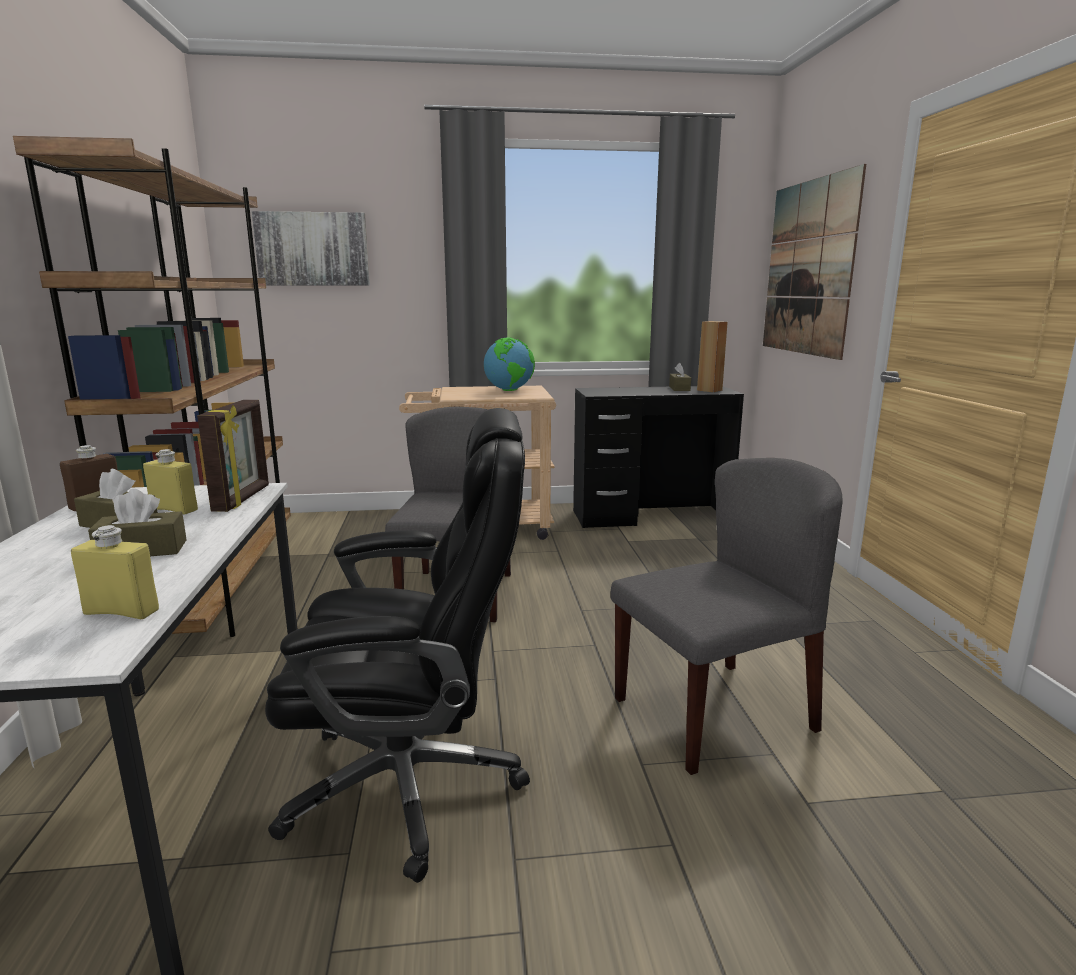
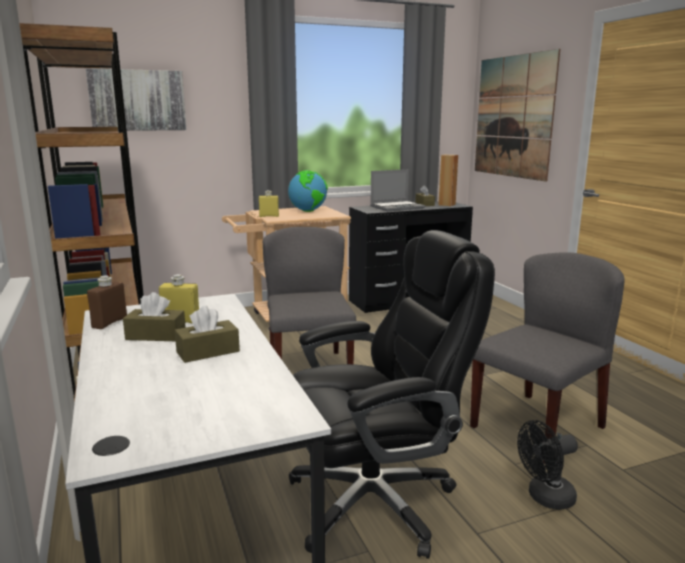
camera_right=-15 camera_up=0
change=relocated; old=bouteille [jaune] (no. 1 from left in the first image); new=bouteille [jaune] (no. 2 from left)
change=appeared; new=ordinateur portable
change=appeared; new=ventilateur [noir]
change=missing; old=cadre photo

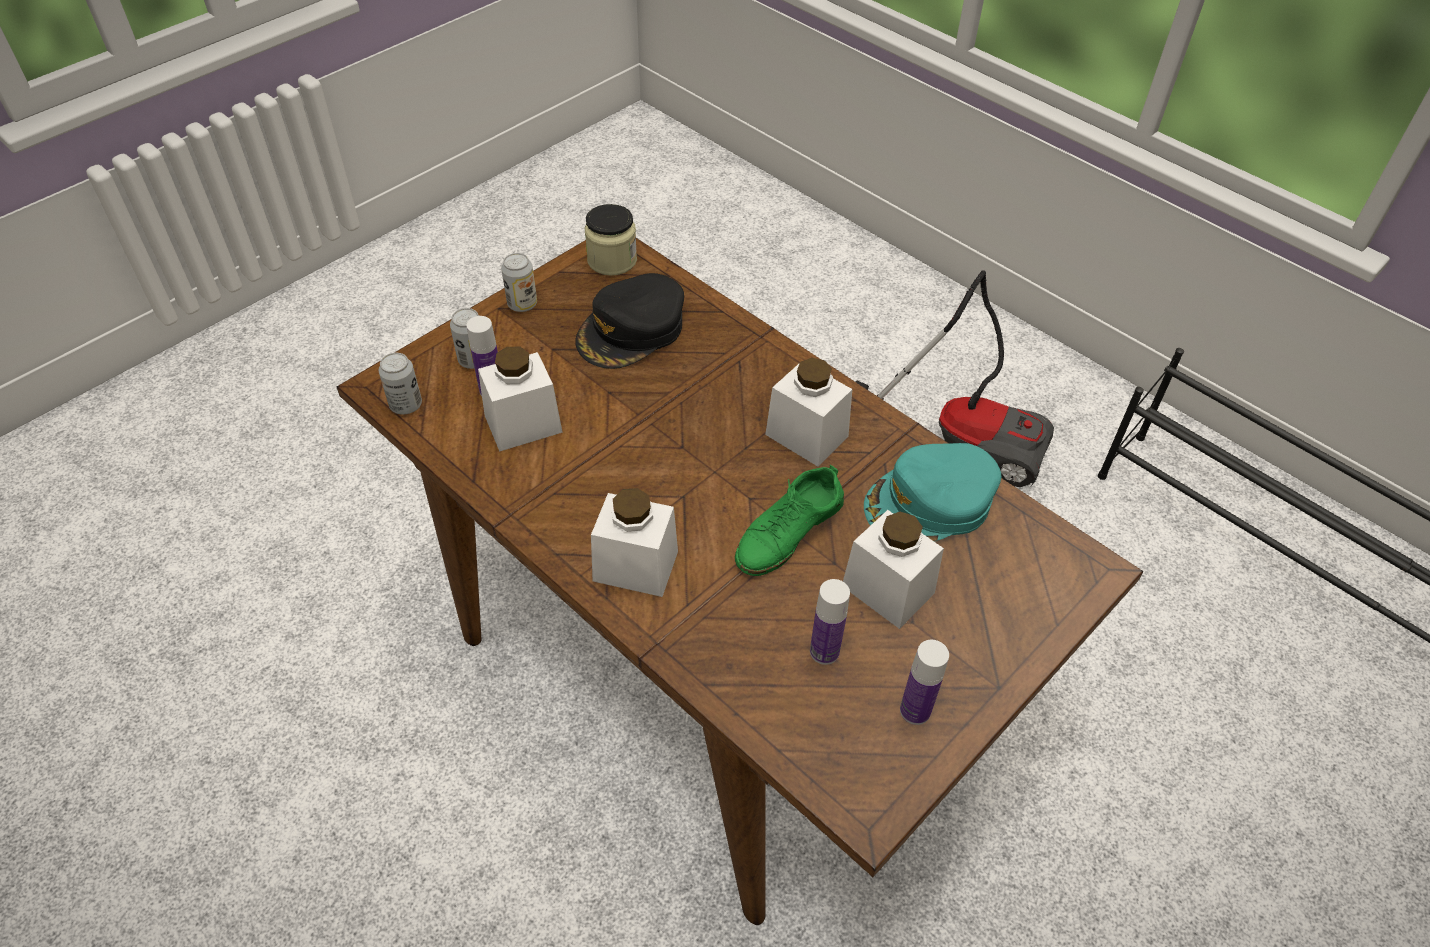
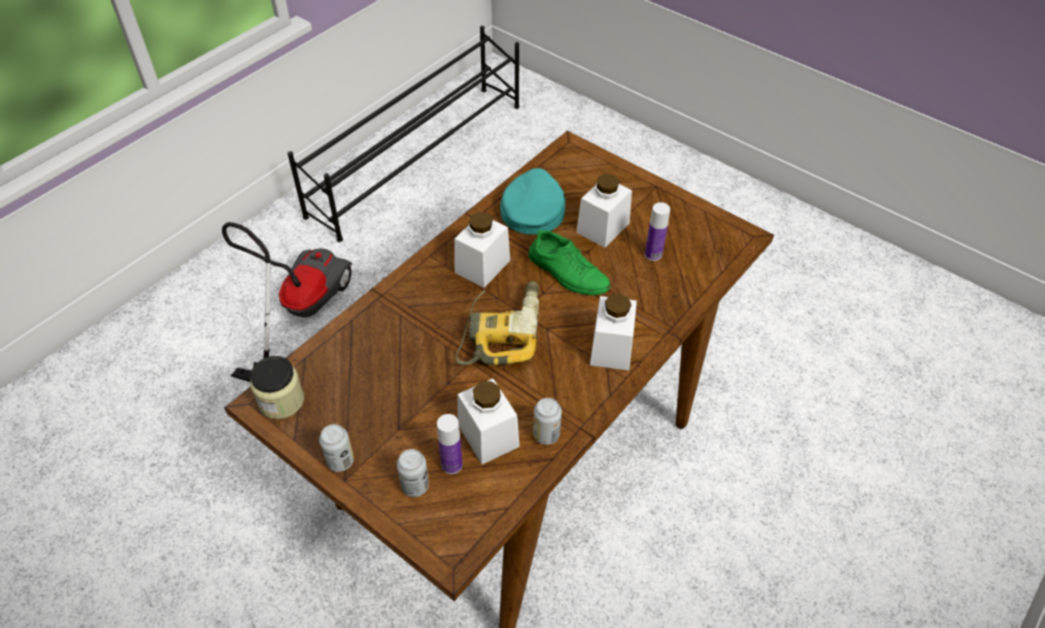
camera_right=-95 camera_up=0
change=appeared; new=perceuse
change=spun; old=casquette [turquoise]; degrees=-135
change=relocated; old=boîte métallique (no. 1 from left in the first image); new=boîte métallique (no. 3 from left)
change=missing; old=casquette [noir]
change=missing; old=bouteille (no. 3 from left)

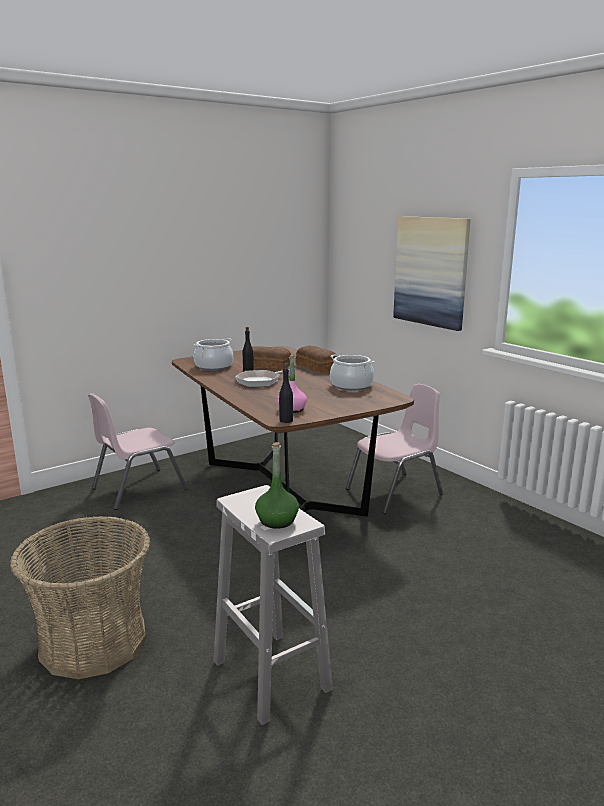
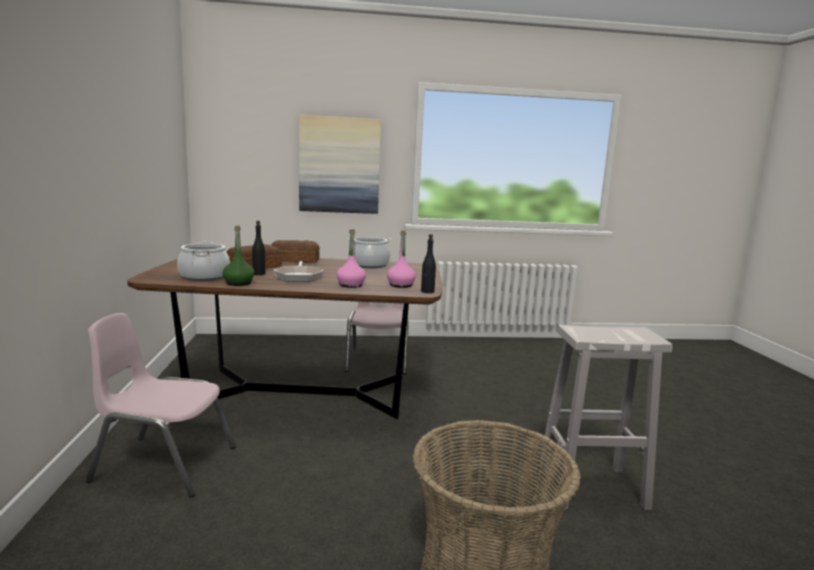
camera_right=-60 camera_up=-5
change=spun; old=chaise [rose] (no. 1 from left); degrees=105
change=relocated; old=bouteille [vert]
change=appeared; new=bouteille [rose] (no. 1 from left)

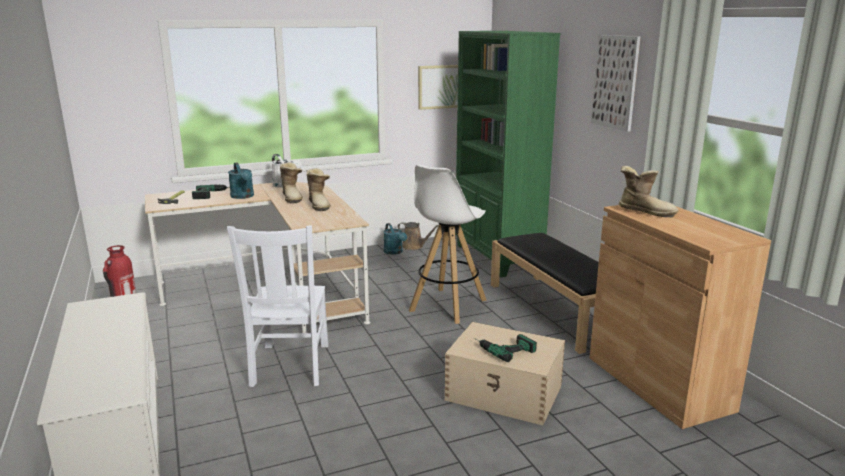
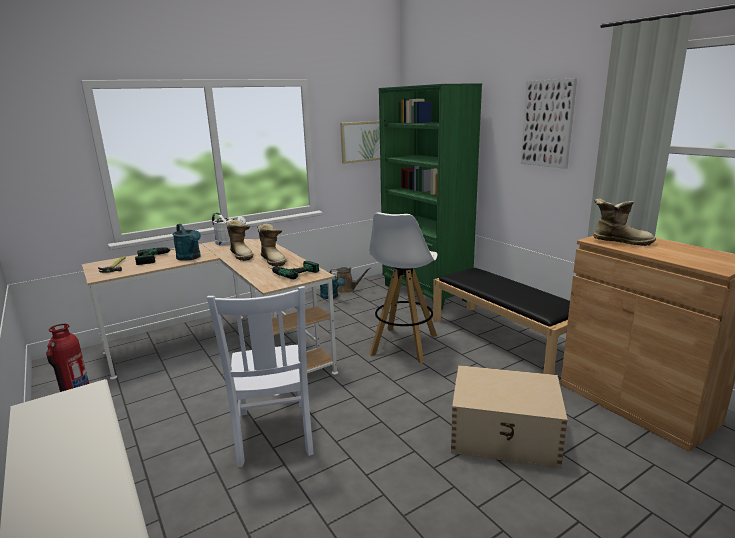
camera_right=-10 camera_up=0
change=relocated; old=perceuse (no. 2 from left)

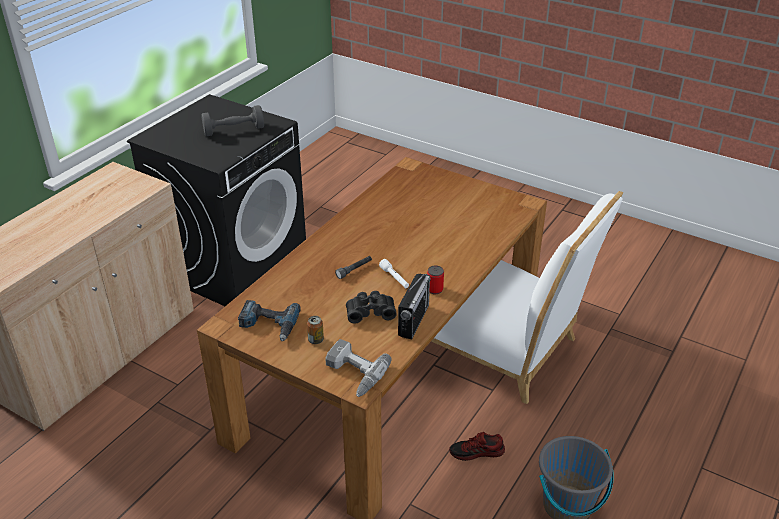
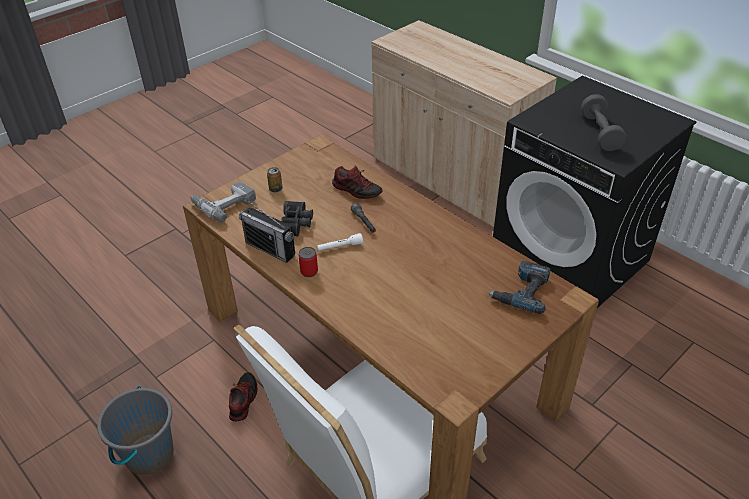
camera_right=105 camera_up=5
change=appeared; new=chaussure (no. 2 from left)
change=relocated; old=perceuse (no. 1 from left in the first image); new=perceuse (no. 2 from left)

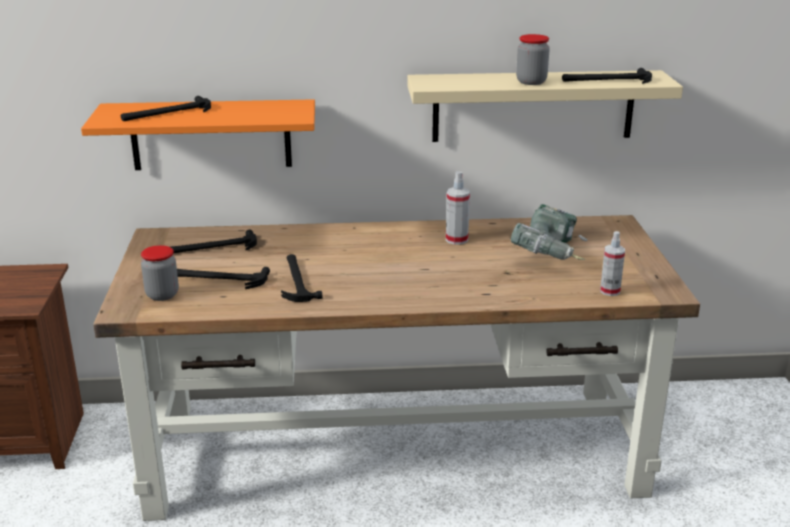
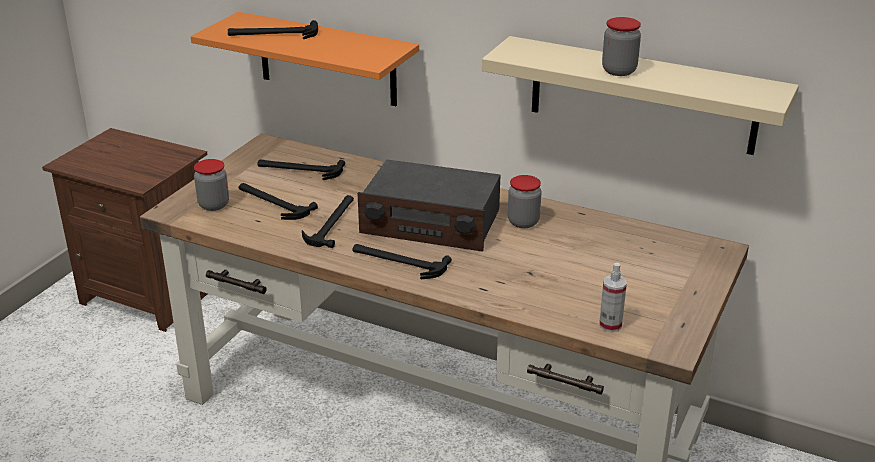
camera_right=30 camera_up=5
change=relocated; old=marteau (no. 5 from left)
change=appeared; new=radio
change=exchanged; old=vaporisateur (no. 1 from left); new=bocal (no. 2 from left)
change=missing; old=perceuse

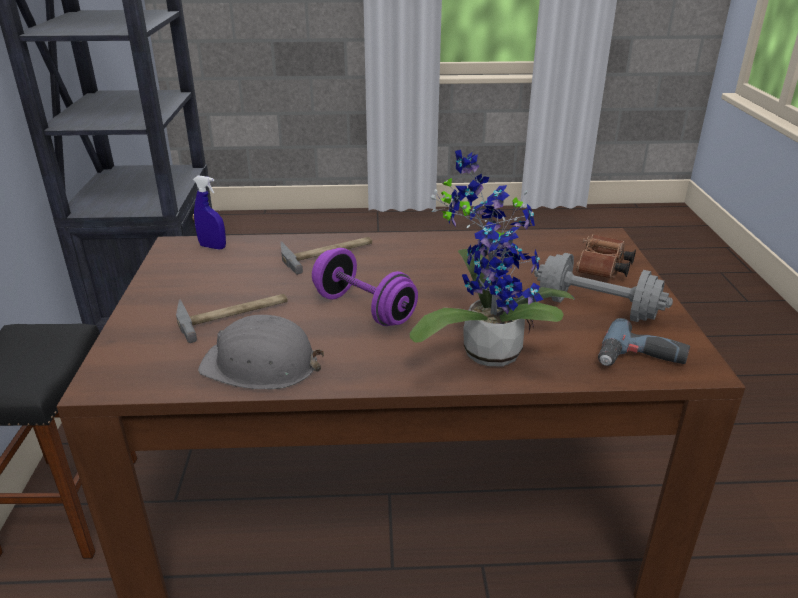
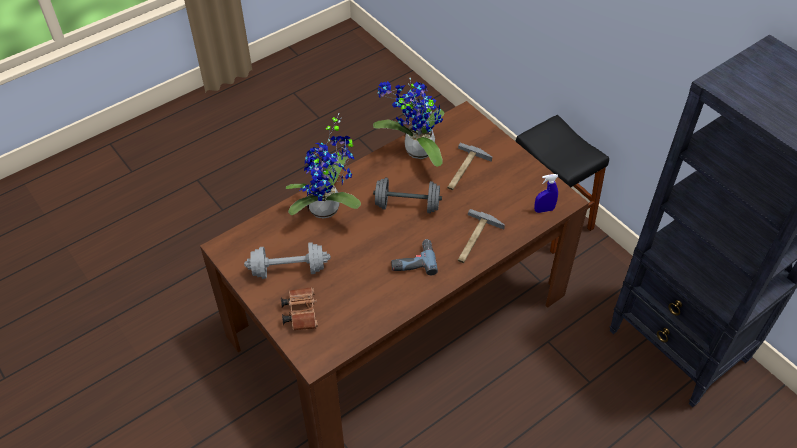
camera_right=145 camera_up=20
change=exchanged; old=casque de chantier [gris]; new=plante en pot (no. 2 from left)
change=colour; old=haltère [violet]; new=haltère [gris] (no. 2 from left)
change=relocated; old=perceuse

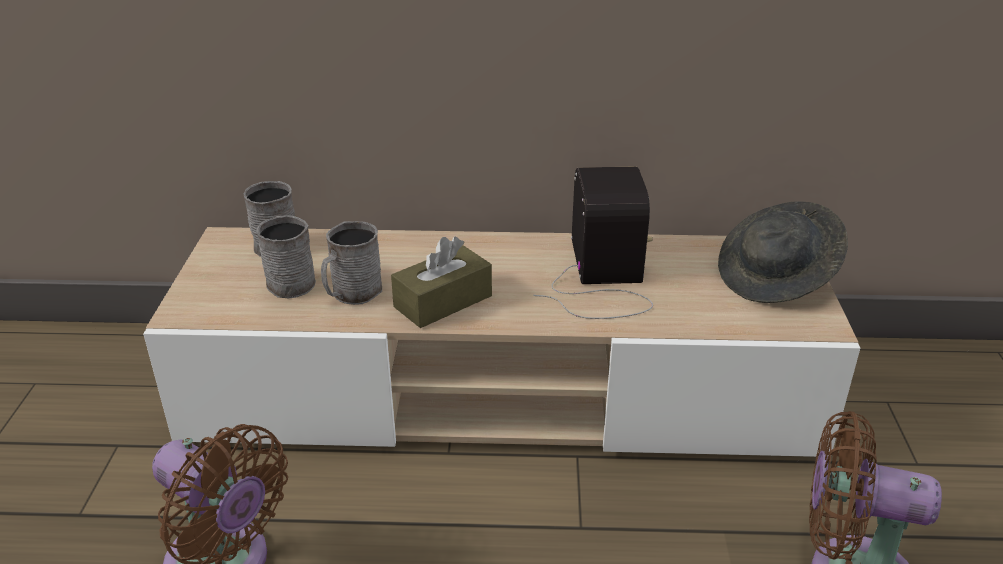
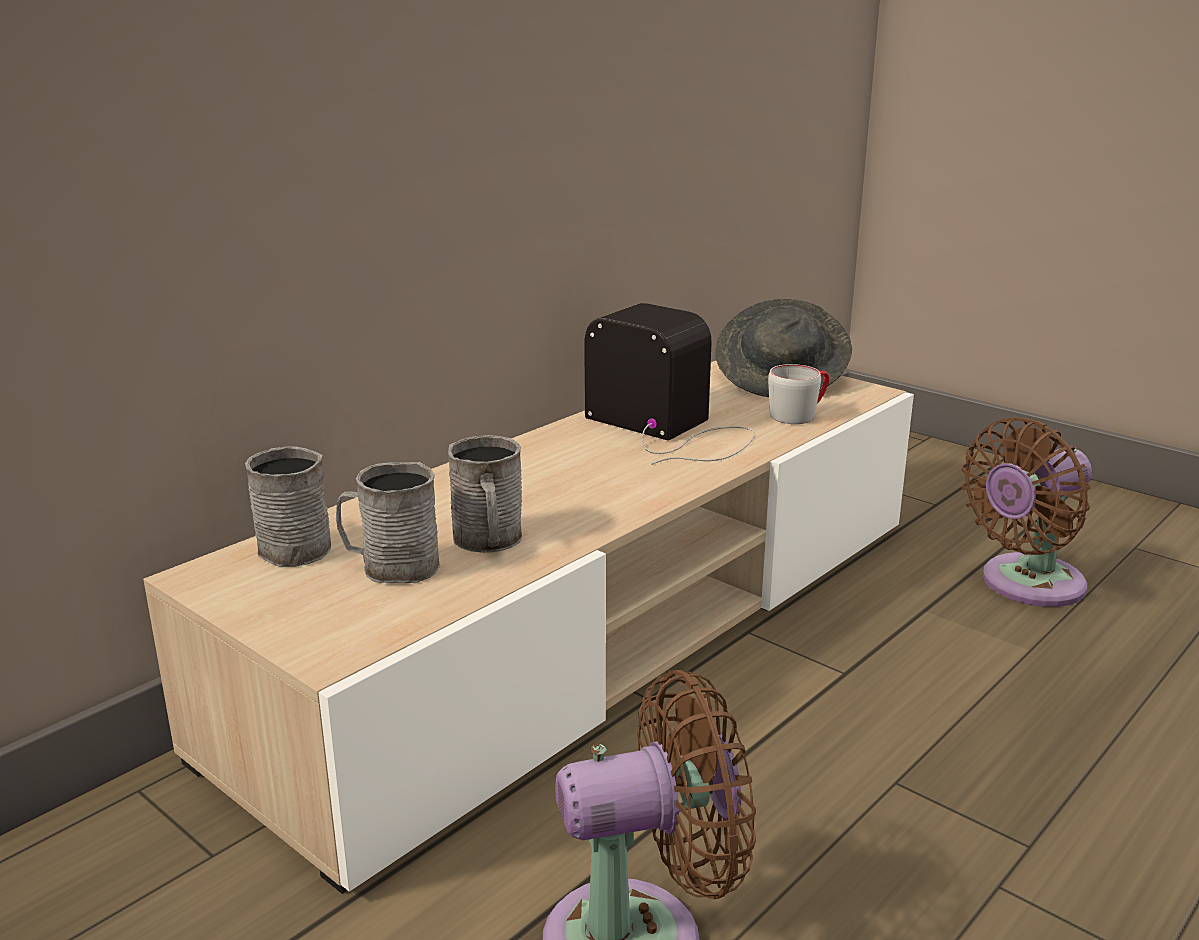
camera_right=-50 camera_up=-10
change=appeared; new=mug [gris] (no. 4 from left)
change=missing; old=boîte à mouchoirs [marron]

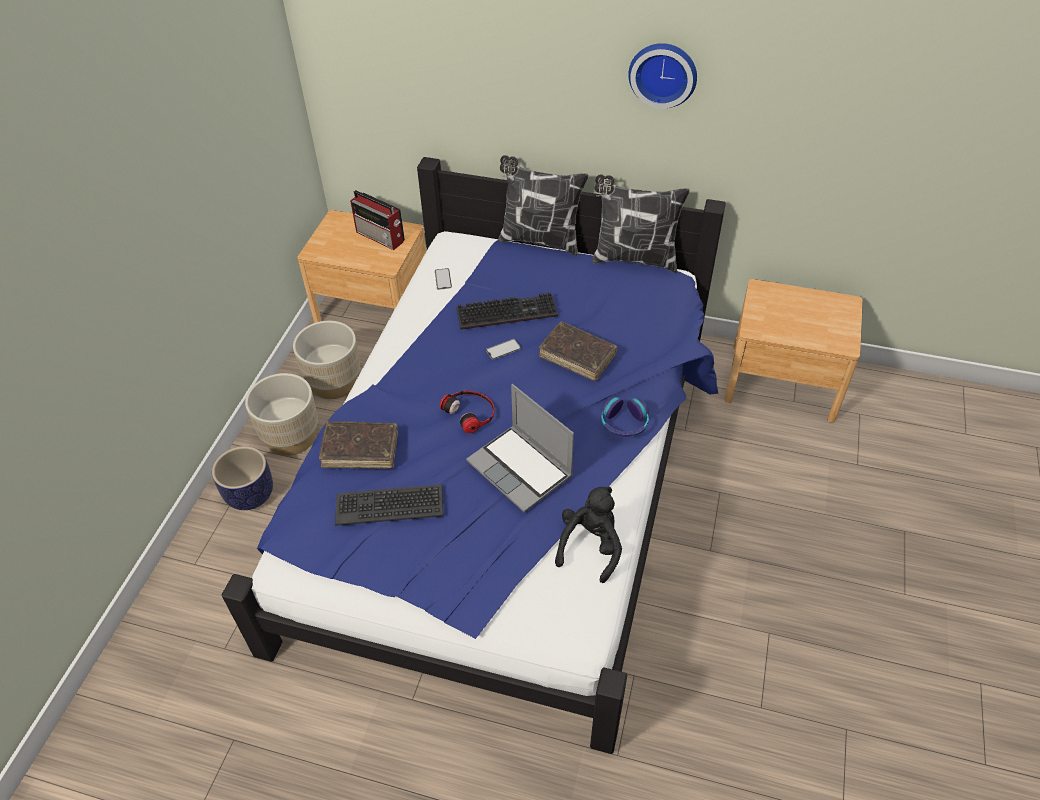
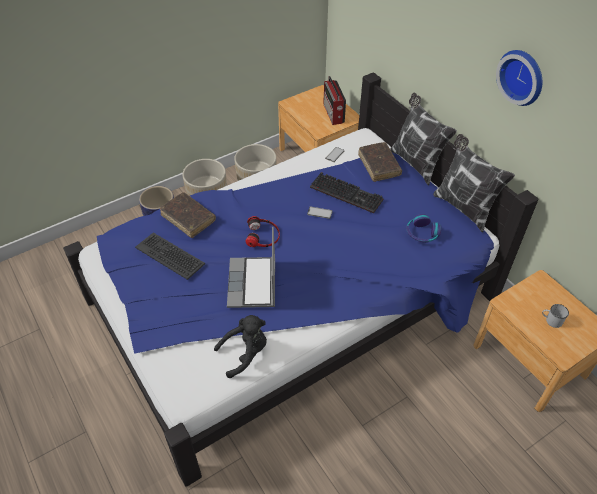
camera_right=40 camera_up=0
change=relocated; old=livre [marron] (no. 2 from left)
change=relocated; old=casque audio (no. 2 from left)
change=appeared; new=mug [blanc]

